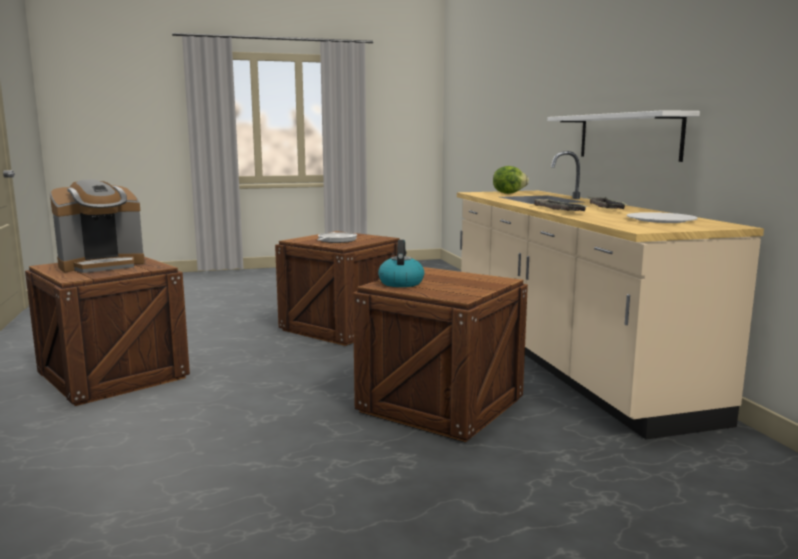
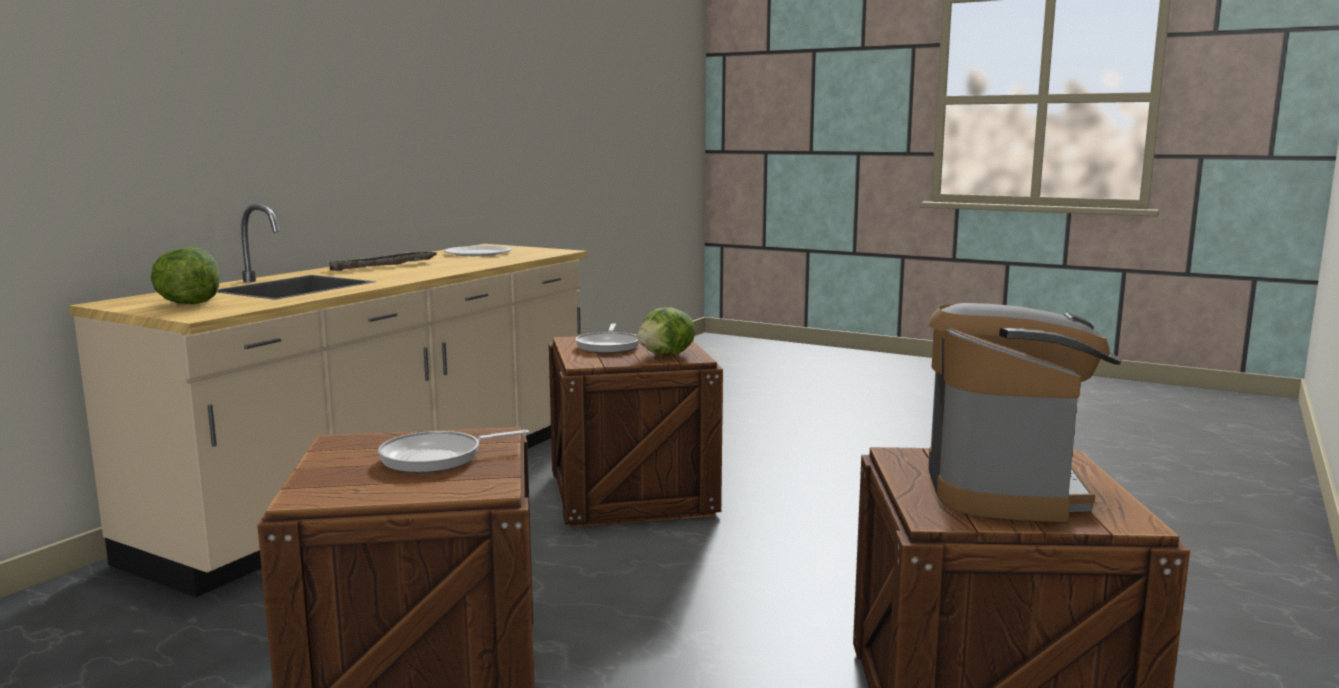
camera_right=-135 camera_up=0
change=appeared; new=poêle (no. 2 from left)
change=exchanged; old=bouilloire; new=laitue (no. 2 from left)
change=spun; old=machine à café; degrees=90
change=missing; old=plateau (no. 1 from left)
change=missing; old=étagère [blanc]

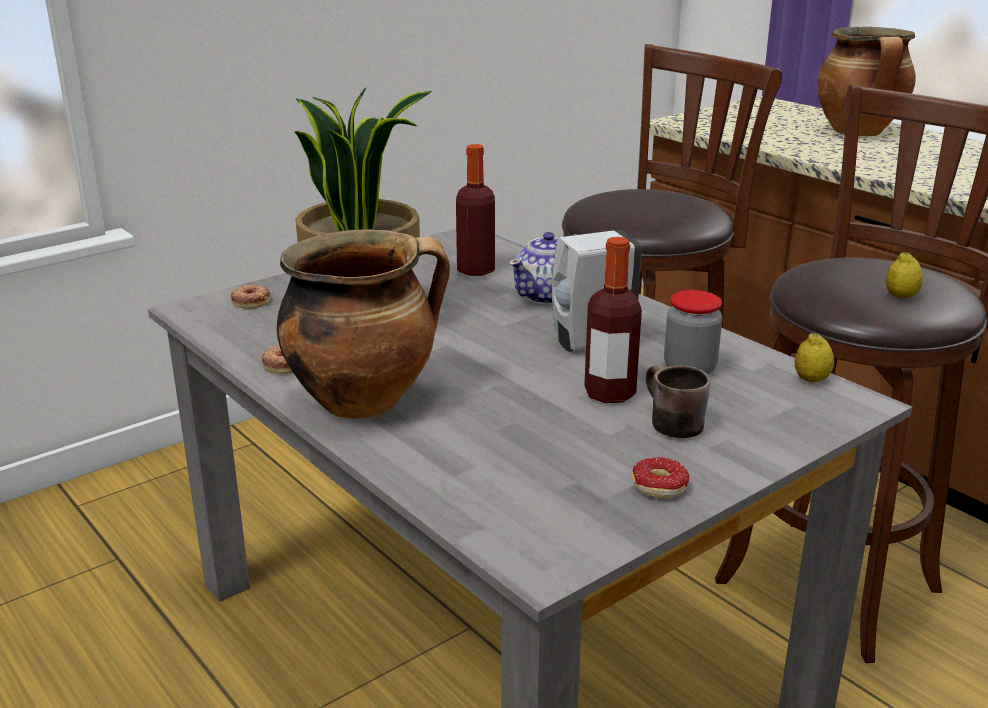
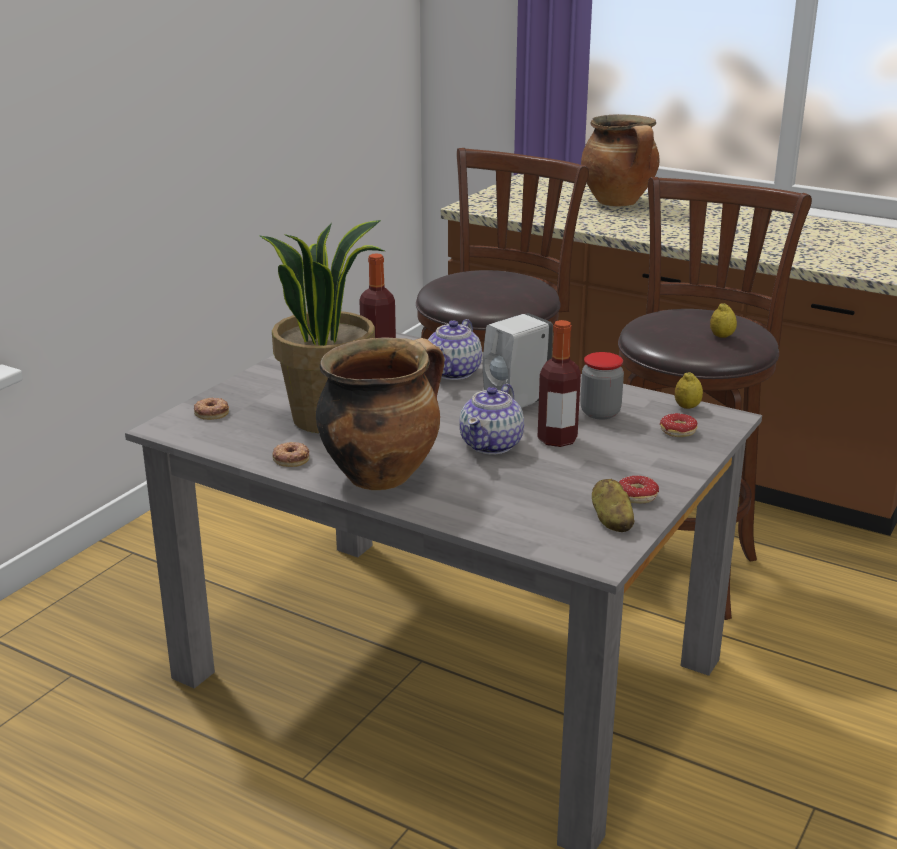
camera_right=-20 camera_up=0
change=appeared; new=théière (no. 2 from left)
change=appeared; new=pomme de terre
change=appeared; new=beignet (no. 4 from left)
change=missing; old=mug [marron]

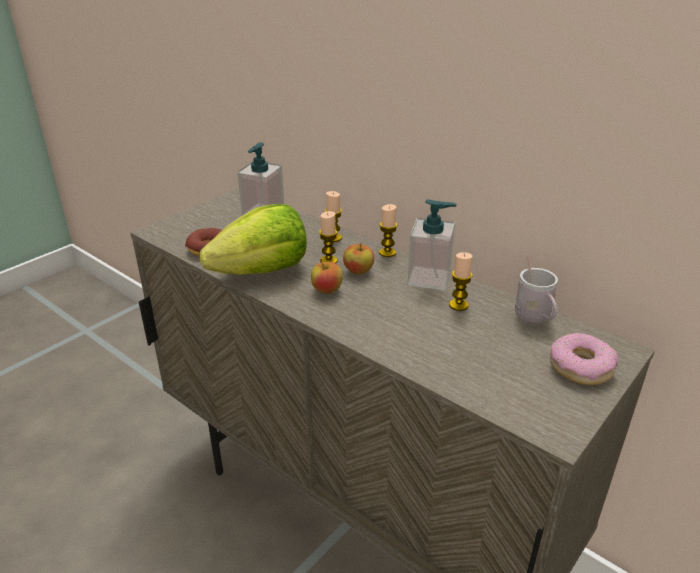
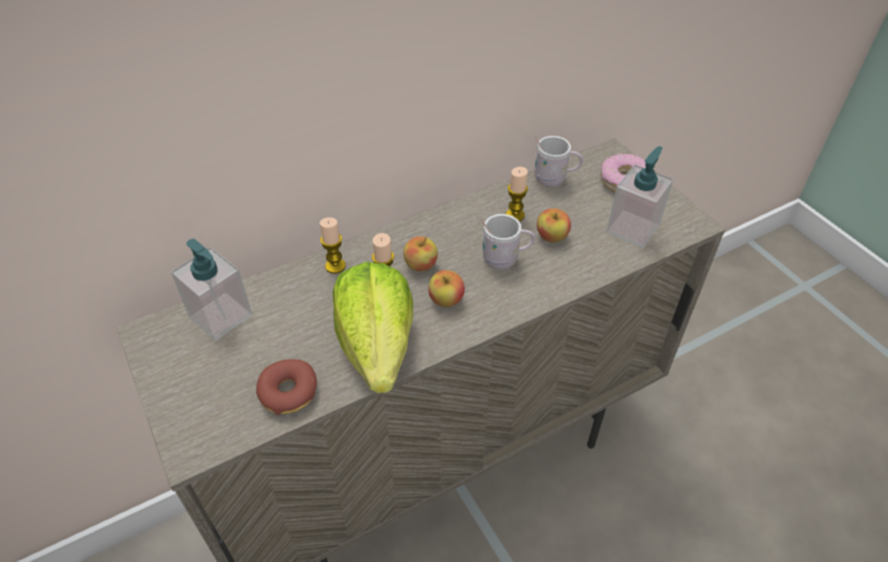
camera_right=-70 camera_up=15
change=appeared; new=mug [blanc] (no. 1 from left)
change=appeared; new=pomme (no. 3 from left)
change=relocated; old=distributeur de savon (no. 2 from left)
change=missing; old=bougie (no. 3 from left)

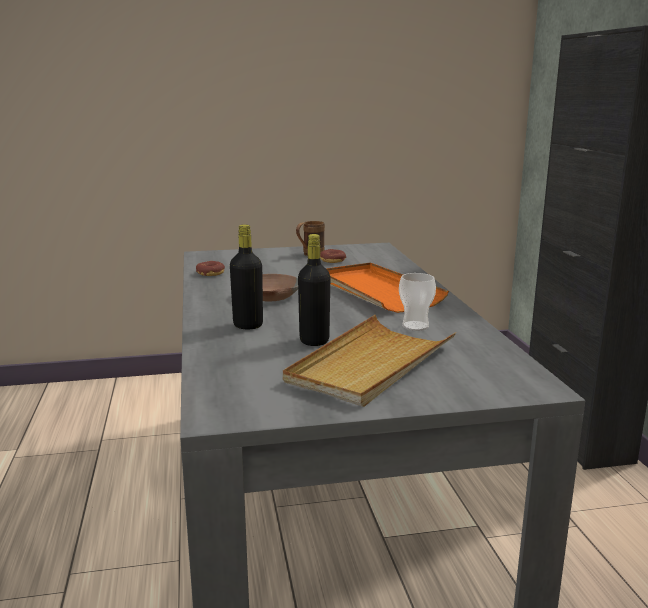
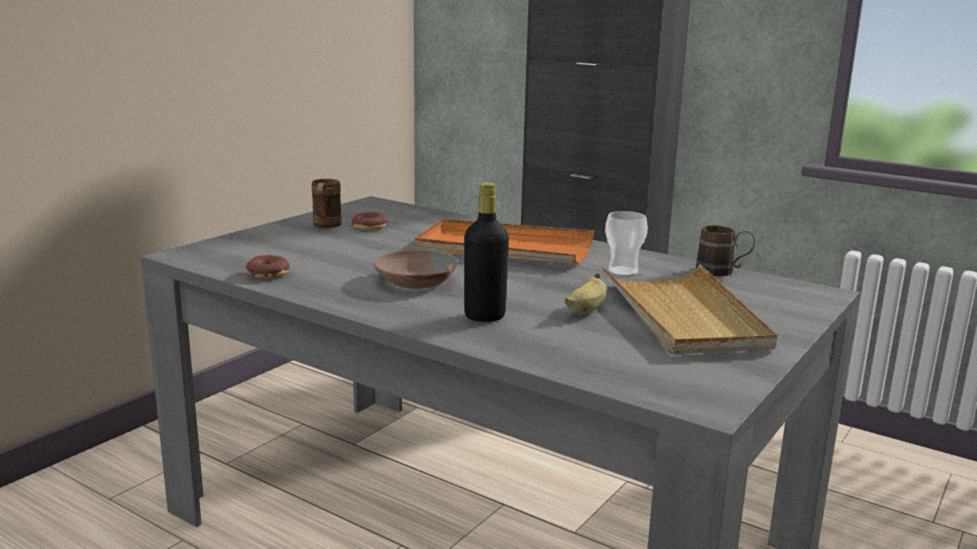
camera_right=-45 camera_up=0
change=exchanged; old=bouteille [noir] (no. 2 from left); new=banane
change=appeared; new=mug [marron] (no. 2 from left)

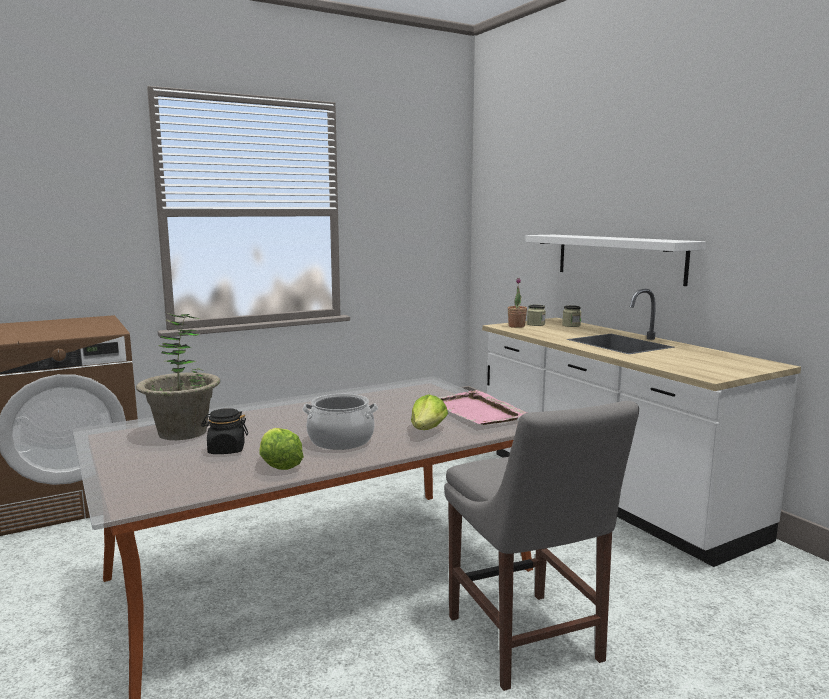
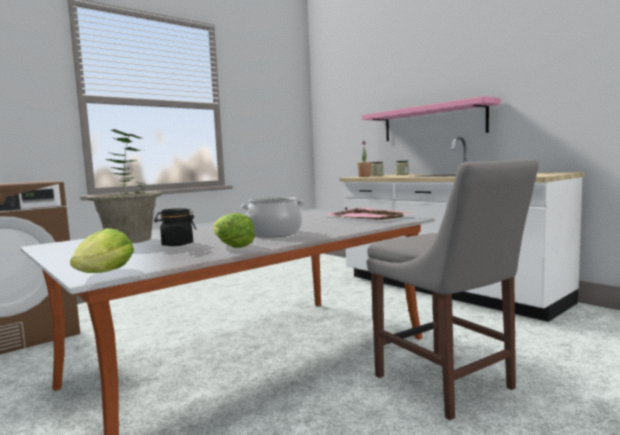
camera_right=-10 camera_up=-5
change=relocated; old=laitue (no. 2 from left in the first image); new=laitue (no. 1 from left)
change=colour; old=étagère [blanc]; new=étagère [rose]

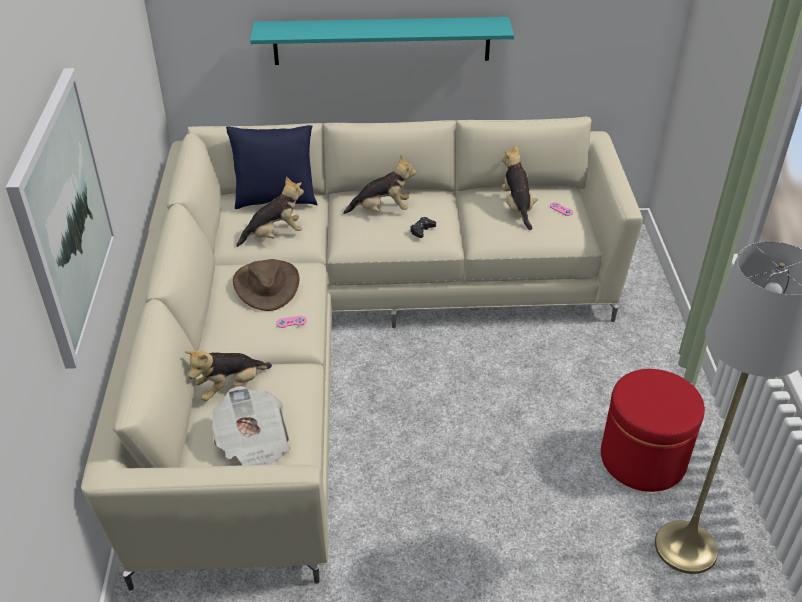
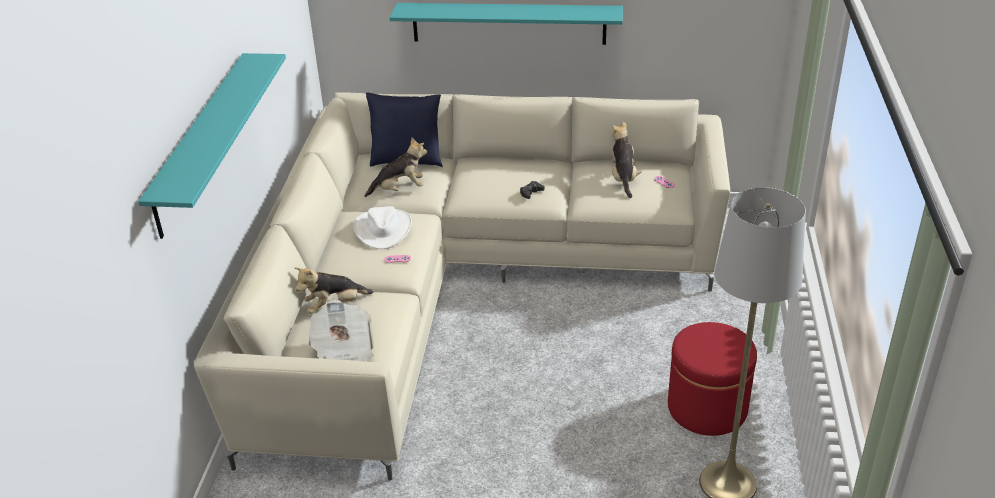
camera_right=10 camera_up=-5
change=exchanged; old=tableau; new=étagère [turquoise] (no. 1 from left)
change=colour; old=chapeau [marron]; new=chapeau [blanc]
change=missing; old=peluche (no. 3 from left)

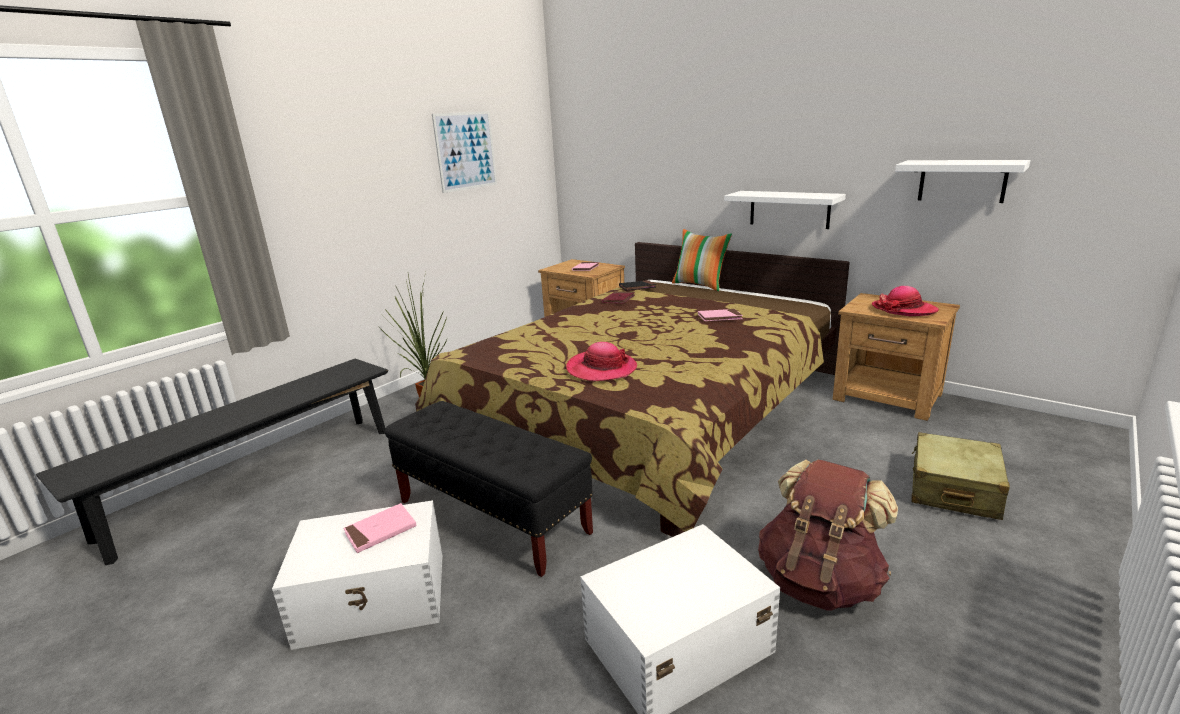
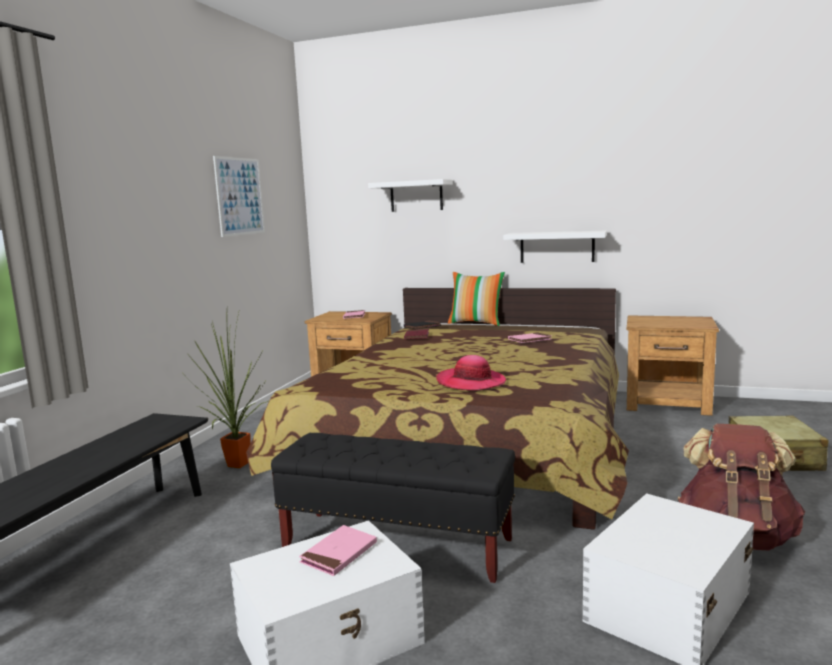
camera_right=-20 camera_up=-10
change=relocated; old=étagère [blanc] (no. 2 from left in the first image); new=étagère [blanc] (no. 1 from left)
change=missing; old=chapeau (no. 2 from left)

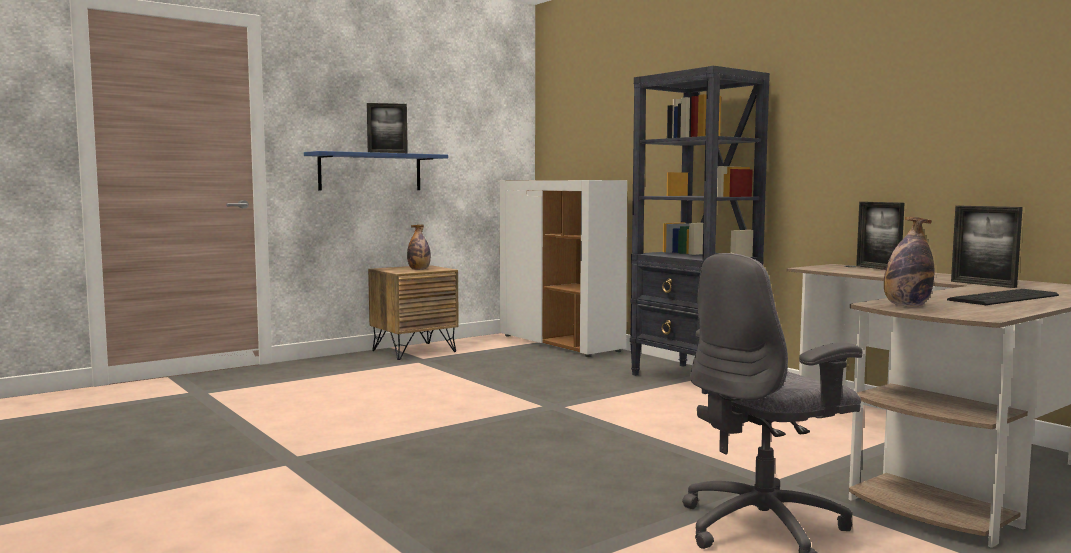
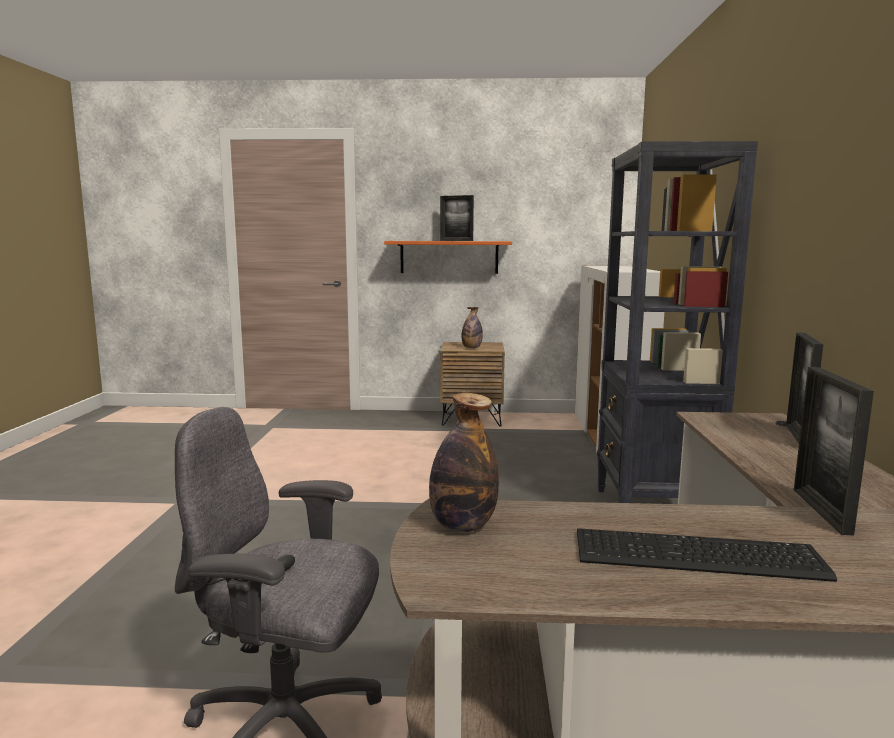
camera_right=40 camera_up=5
change=colour; old=étagère [bleu]; new=étagère [orange]

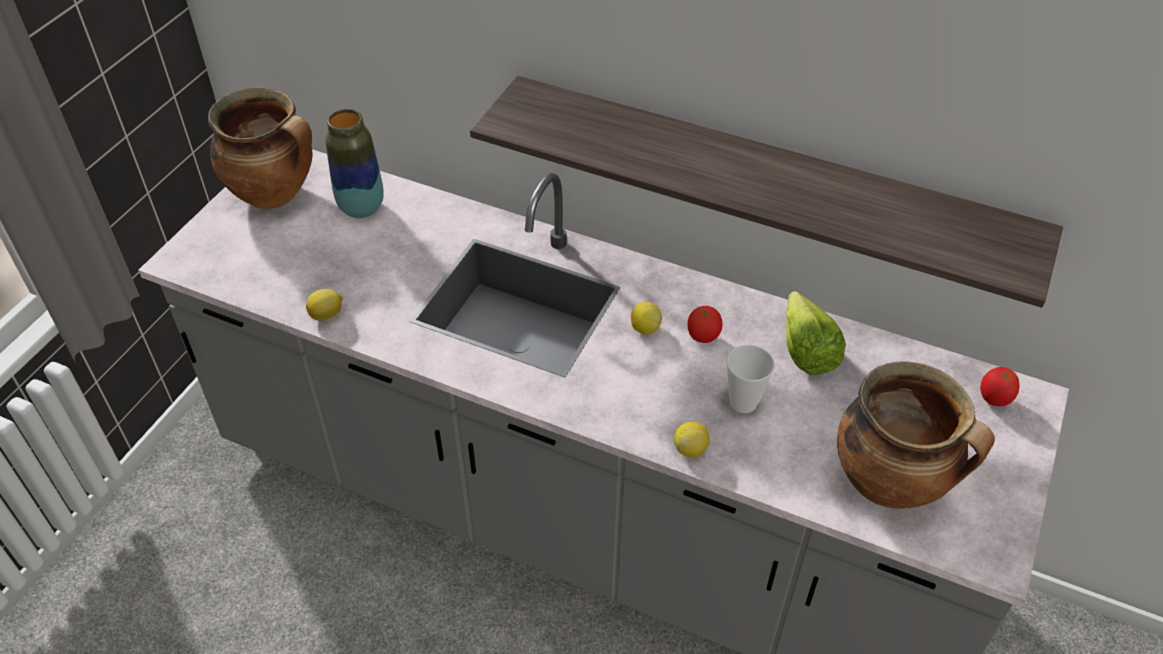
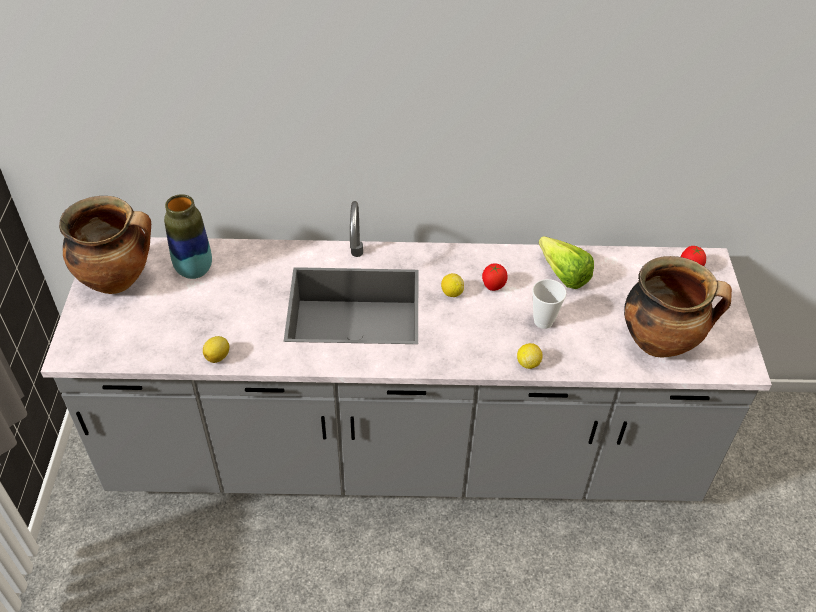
camera_right=-25 camera_up=0
change=missing; old=étagère

